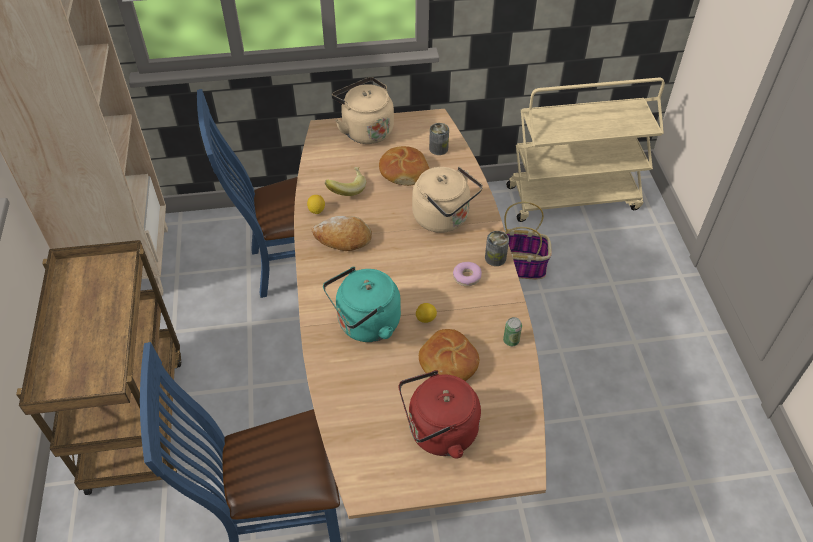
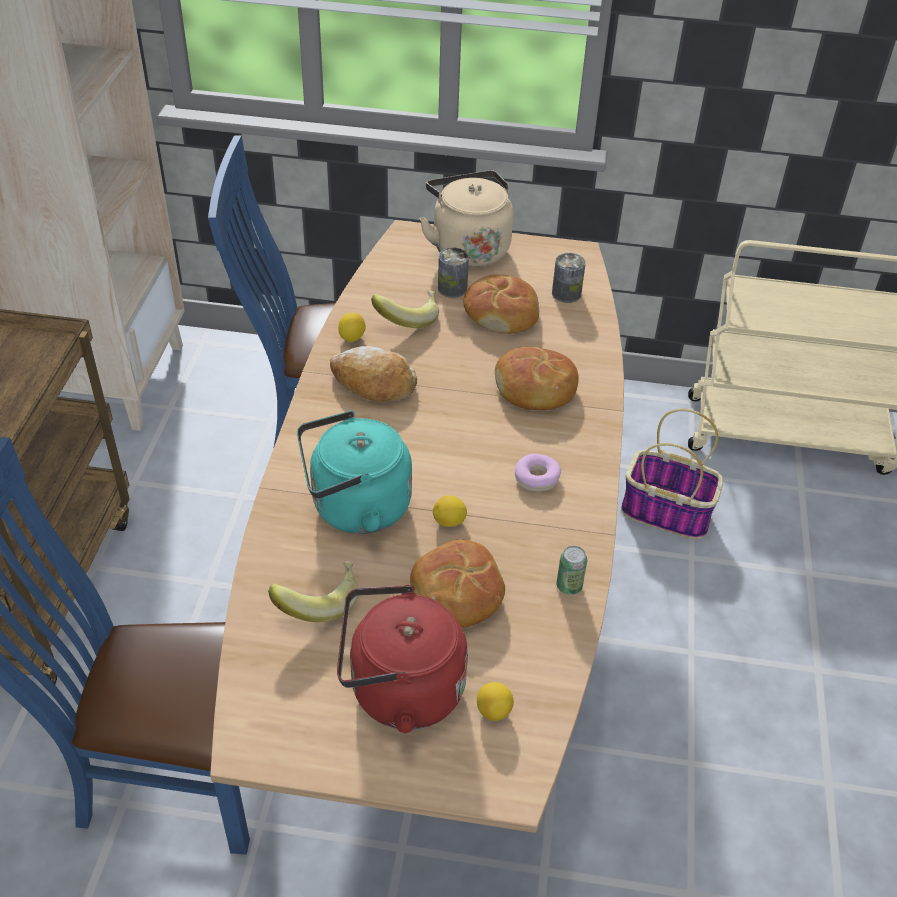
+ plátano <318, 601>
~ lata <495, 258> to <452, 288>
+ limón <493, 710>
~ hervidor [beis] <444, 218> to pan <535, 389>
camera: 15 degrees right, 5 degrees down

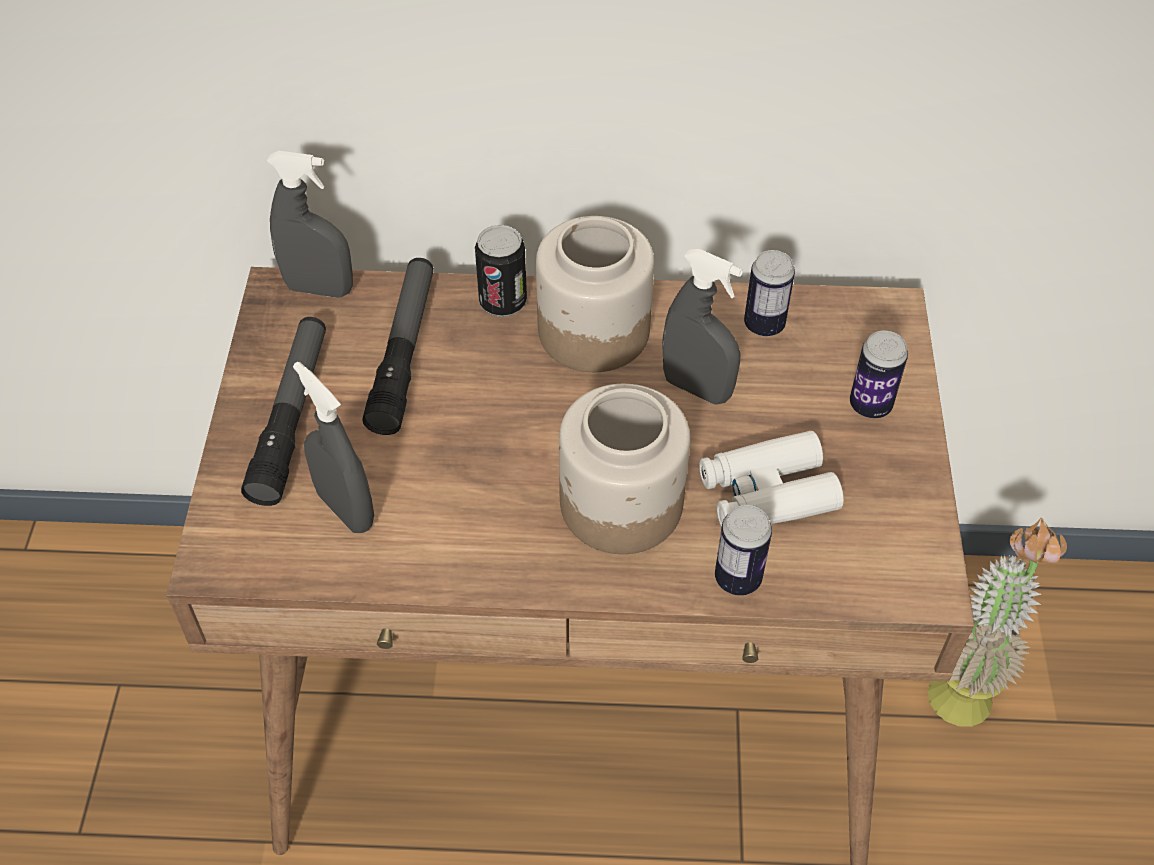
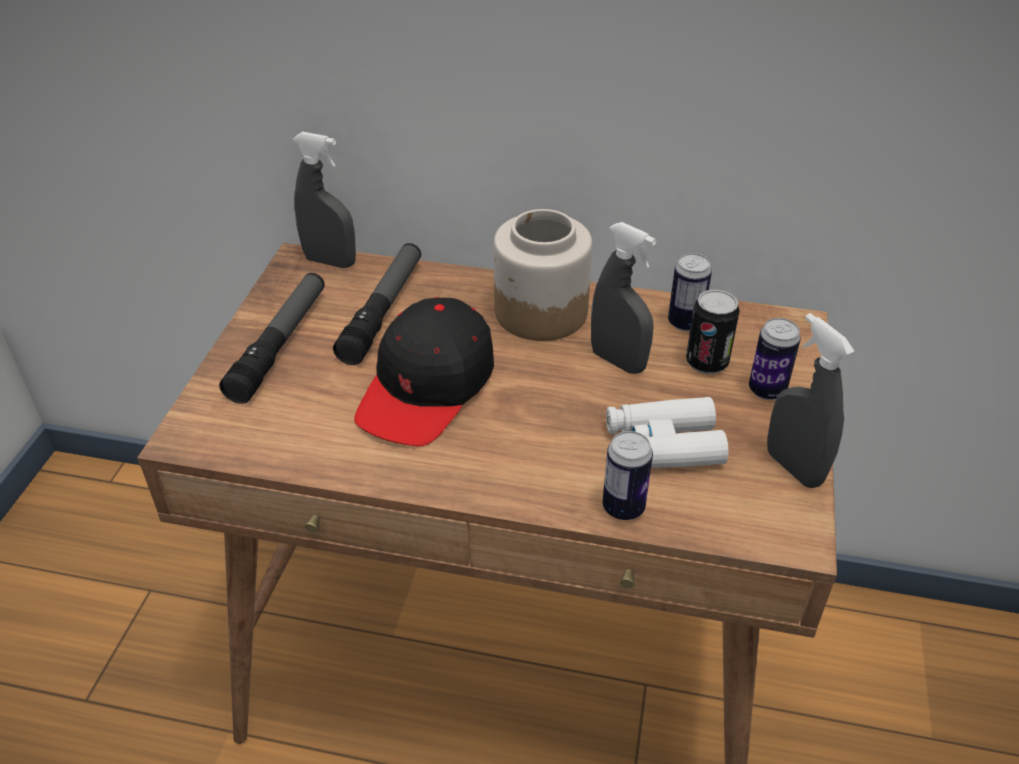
+ gorra [negro] <427, 387>
~ lata <503, 302> to <707, 362>
~ pulverizador [gris] <345, 509> to <793, 467>
- tarro <620, 505>
- planta en maceta <966, 684>
camera: 10 degrees right, 10 degrees down

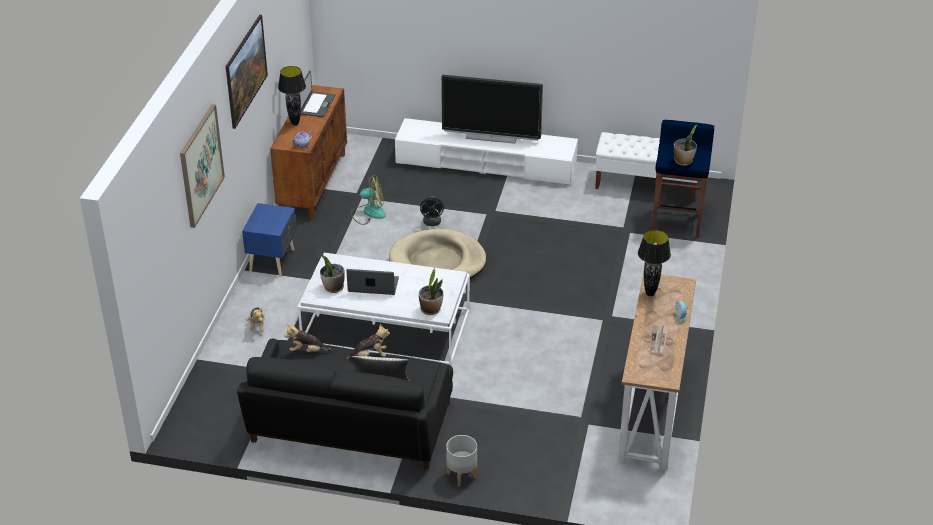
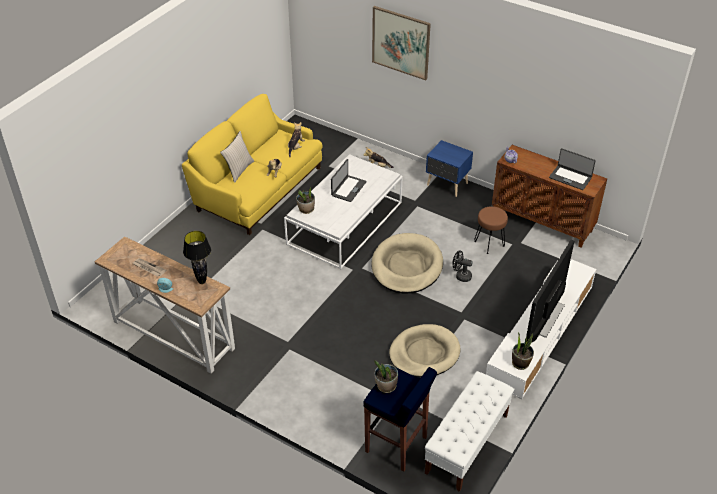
~ sofá [negro] <350, 424> to sofá [amarillo] <258, 187>
+ cama para perro [beis] <424, 353>
~ ventilador <368, 212> to taburete [marrón] <489, 243>
~ planta en maceta <333, 287> to <520, 363>
- cuadro <247, 86>
- lámpara de mesa [negro] <295, 123>
- maceta [gris] <461, 475>
camera: 110 degrees right, 5 degrees up

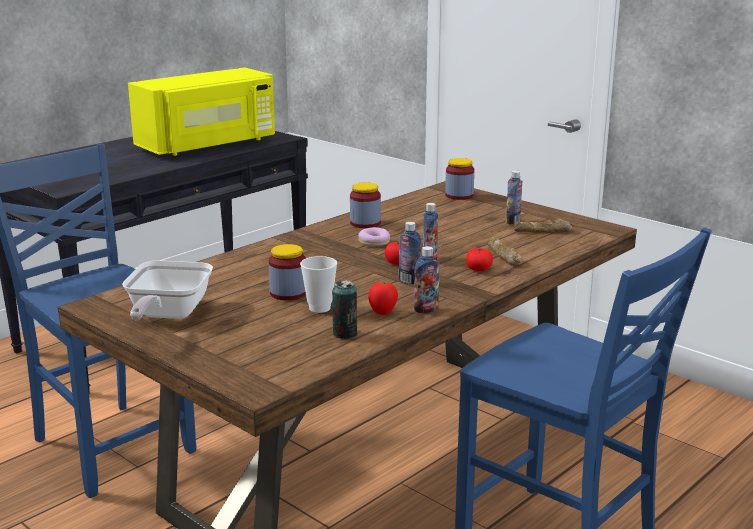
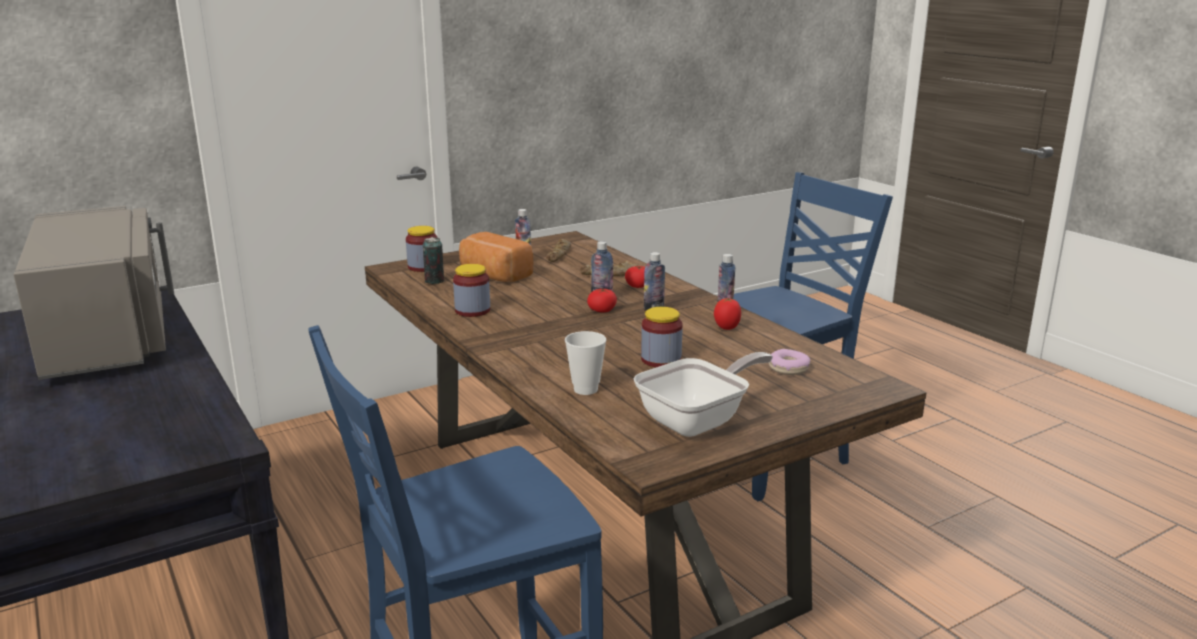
~ microondas [amarillo] <209, 145> to microondas [gris] <108, 337>
~ lata <344, 334> to <434, 281>
+ pan <493, 275>
~ taza <319, 308> to <585, 389>
~ sartén <167, 315> = <699, 420> 60 degrees counterclockwise
~ rosquilla <374, 242> to <789, 368>
camera: 75 degrees left, 0 degrees up

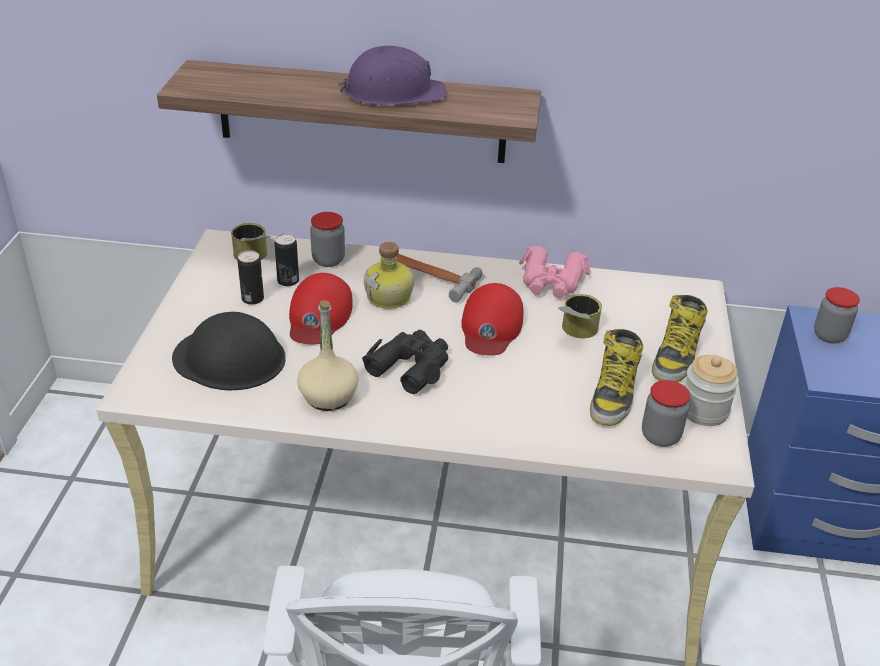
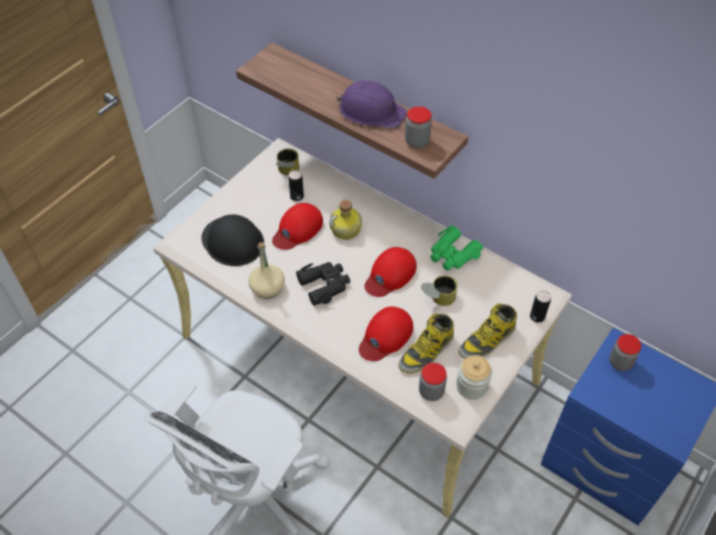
+ gorra [rojo] <385, 336>
~ tarro <328, 260> to <417, 141>
~ prismáticos [rosa] <551, 281> to prismáticos [verde] <453, 254>
~ lata <252, 299> to <537, 316>
- martillo <429, 276>
camera: 30 degrees right, 15 degrees up

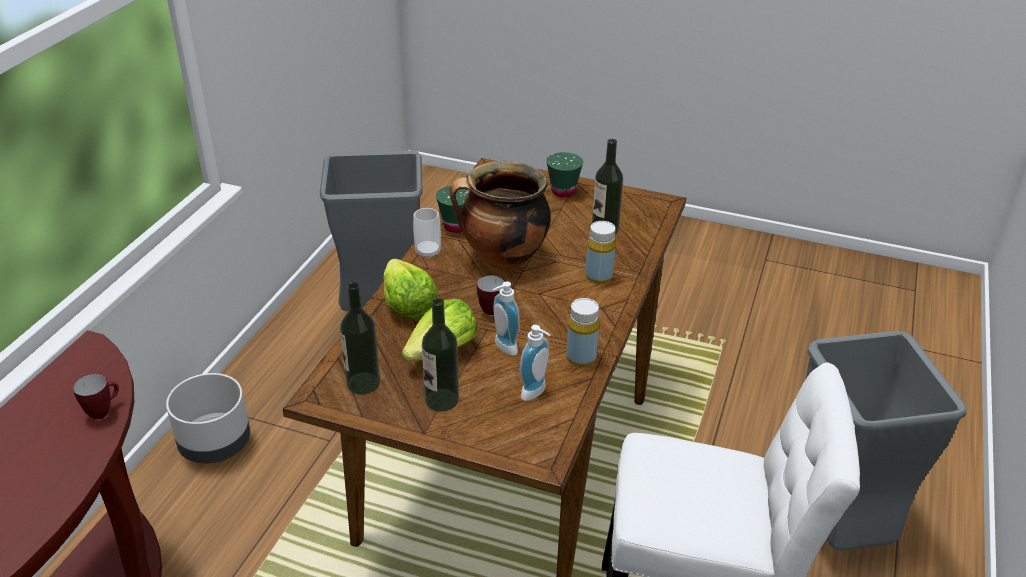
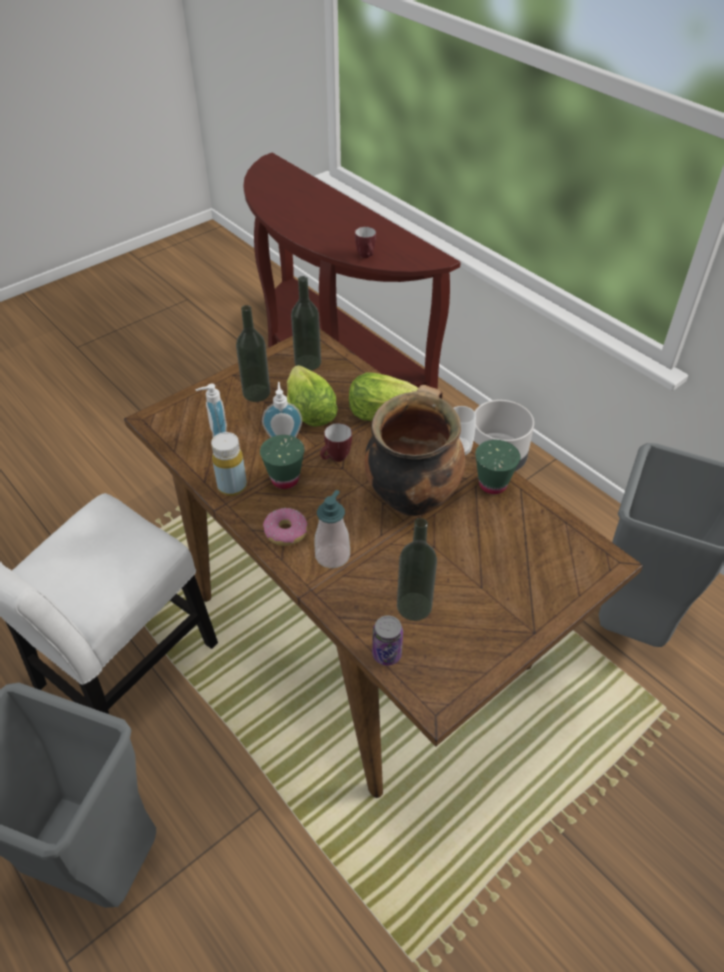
~ taza [verde] <563, 191> to <285, 479>
+ rosquilla <285, 532>
~ botella [amarillo] <599, 276> to dispensador de jabón <332, 555>
+ lata <386, 654>
camera: 120 degrees right, 10 degrees up

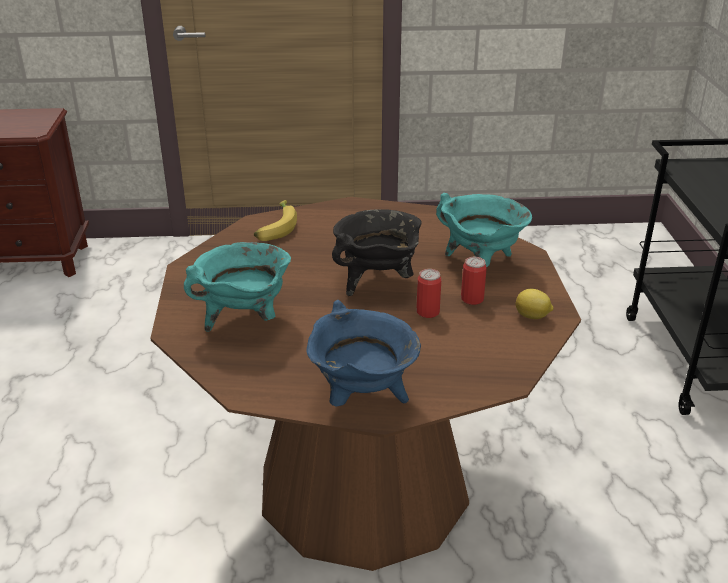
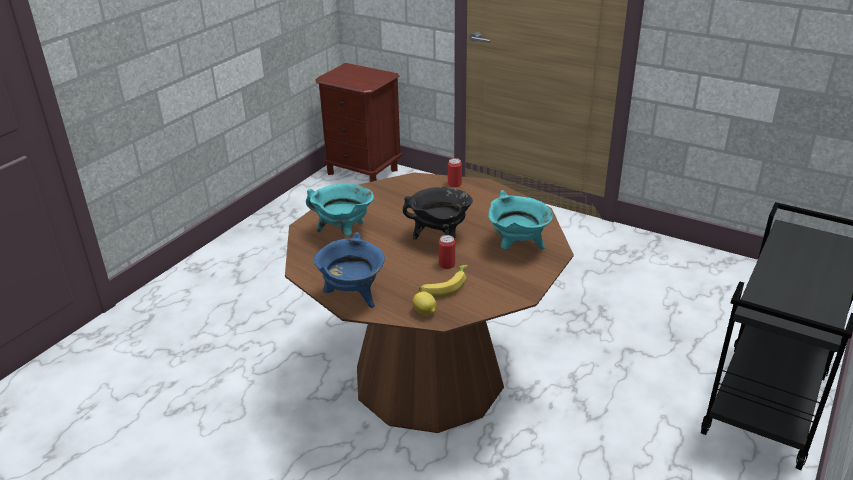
~ limón <532, 316> to <425, 313>
~ plátano <275, 228> to <444, 286>
~ lata <472, 299> to <454, 184>
camera: 35 degrees right, 0 degrees up

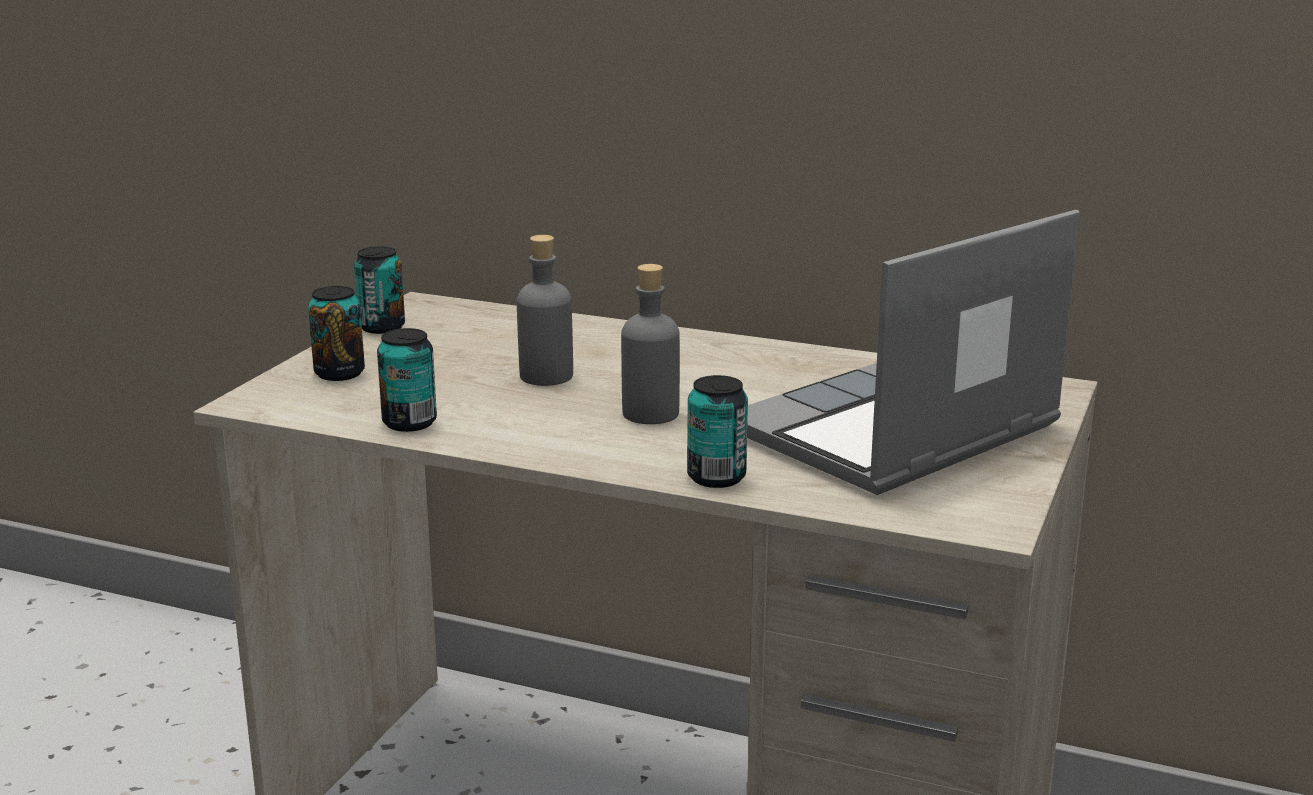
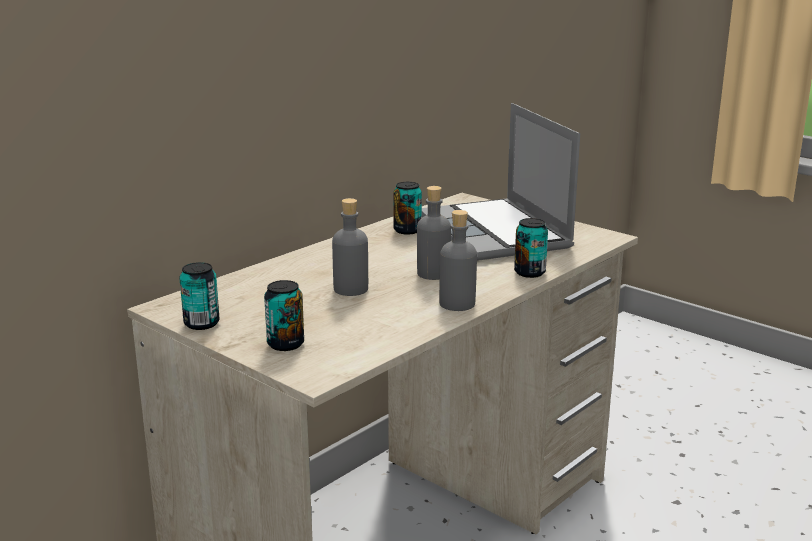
~ lata <409, 423> to <407, 230>
+ botella [gris] <457, 304>
camera: 70 degrees left, 0 degrees up

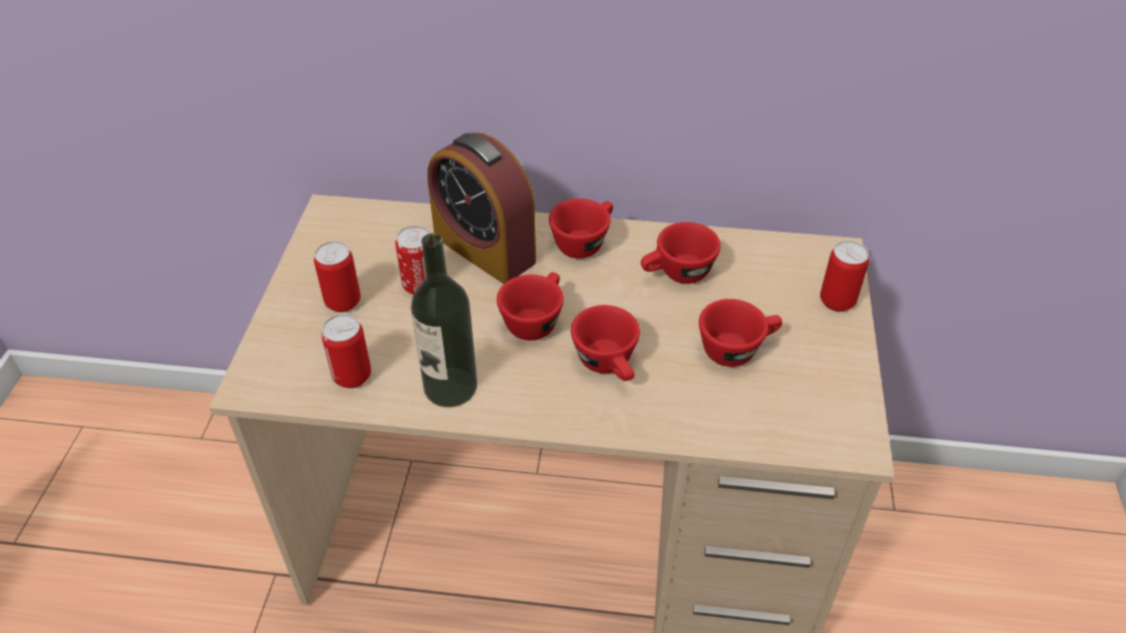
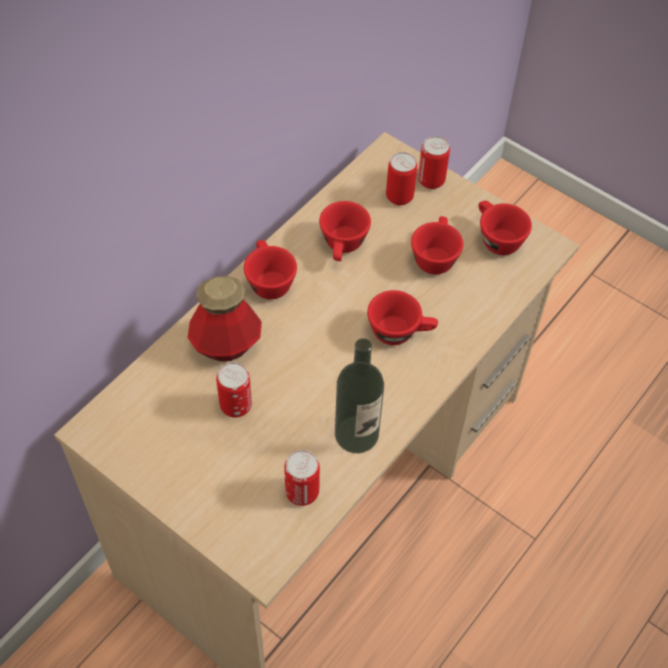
~ despertador <484, 249> to botella <226, 345>
~ lata <343, 302> to <399, 197>
~ taza [rojo] <535, 319> to <496, 238>
camera: 60 degrees left, 10 degrees up

